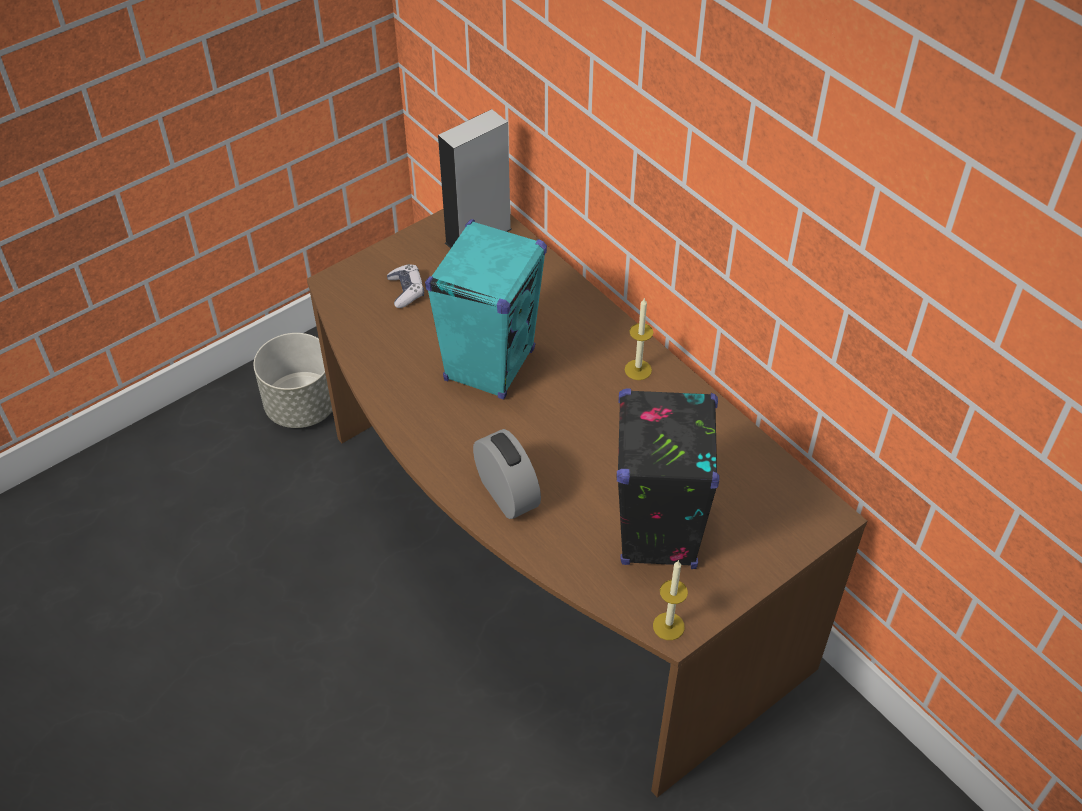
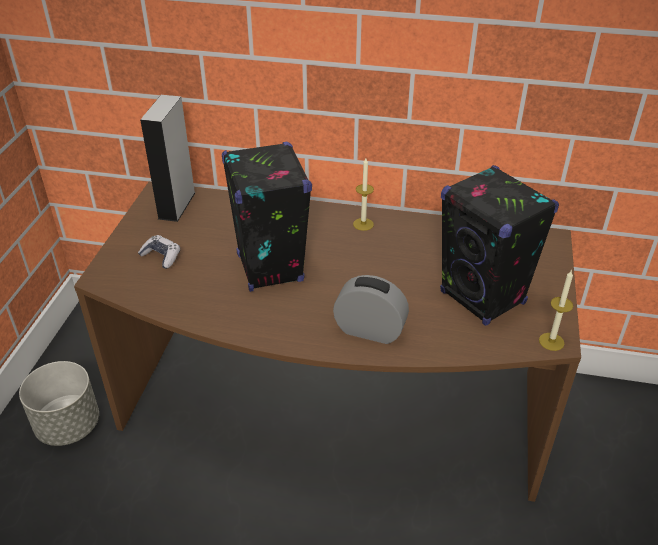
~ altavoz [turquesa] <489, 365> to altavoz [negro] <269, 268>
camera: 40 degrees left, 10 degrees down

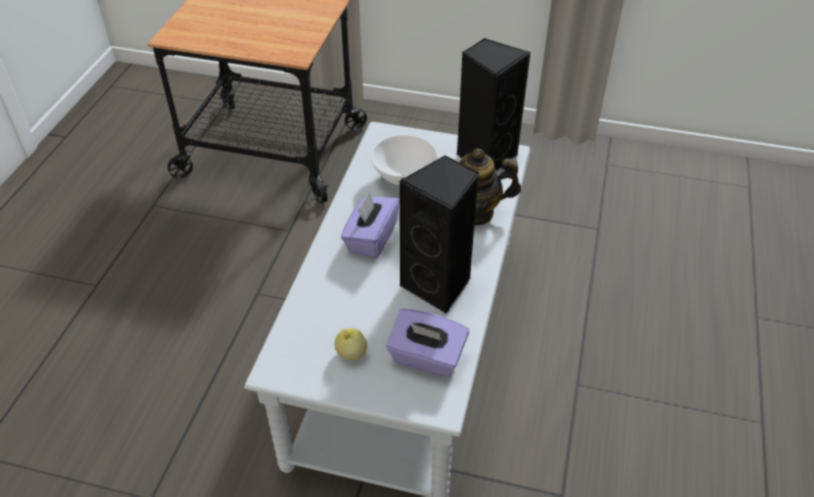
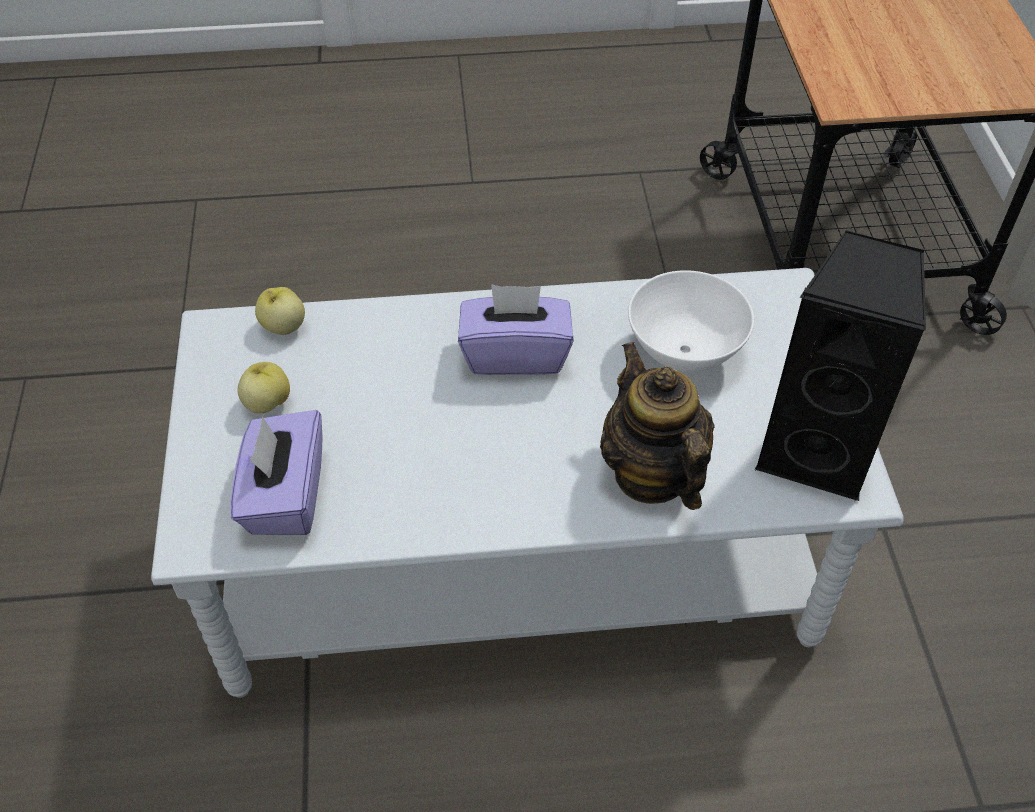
+ manzana <283, 327>
- altavoz [negro] <439, 285>
camera: 70 degrees right, 5 degrees up

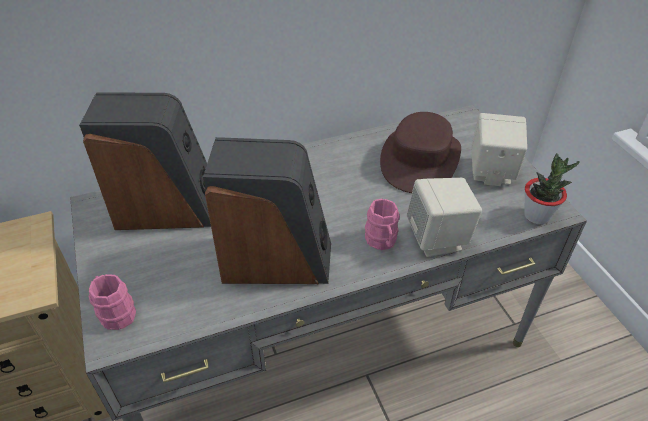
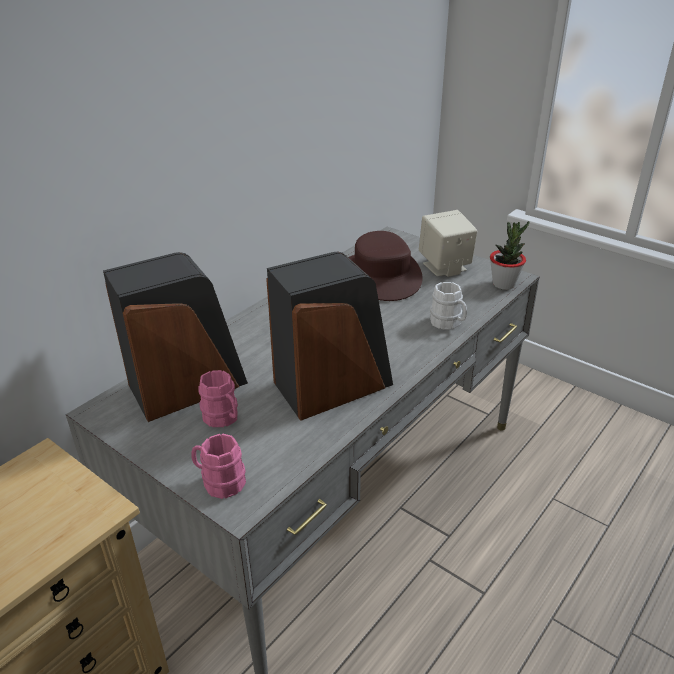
~ taza grande [rosa] <382, 242> to <223, 419>
~ altavoz [beis] <438, 239> to taza grande [blanco] <448, 323>
camera: 30 degrees left, 10 degrees down

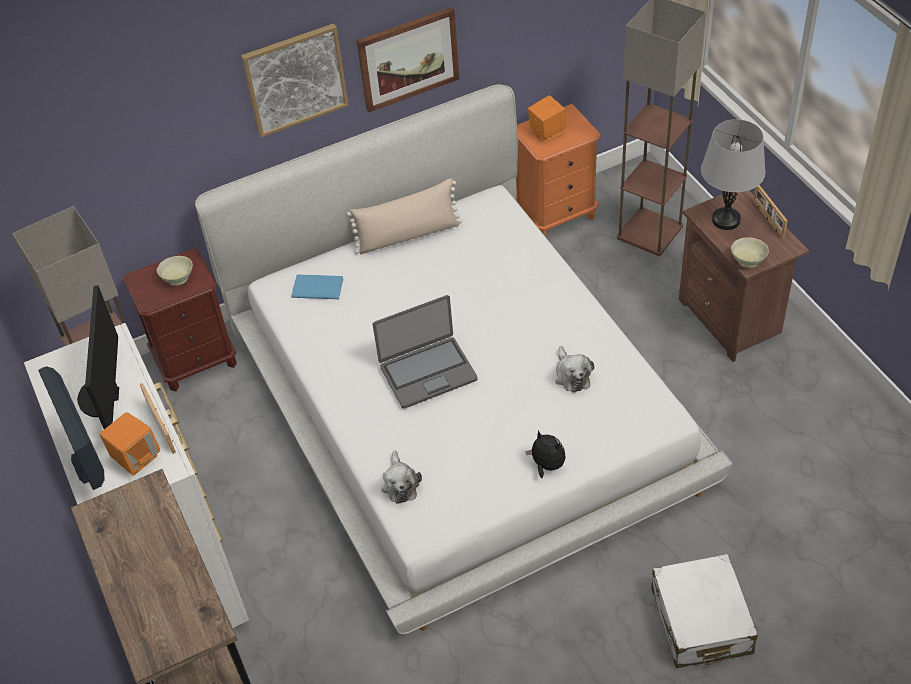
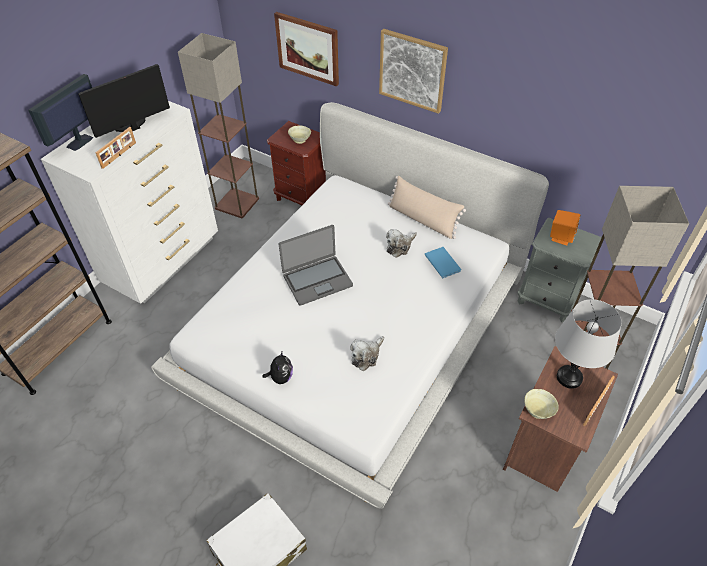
~ cuadro <408, 58> to <308, 48>
~ portátil <427, 372> = <317, 280> 60 degrees counterclockwise
~ peluche <400, 484> to <400, 247>
~ libro [azul] <316, 287> to <443, 262>
~ mesita de noche [naranja] <556, 215> to mesita de noche [gris] <547, 300>
- altavoz [naranja] <136, 458>
camera: 55 degrees right, 0 degrees up

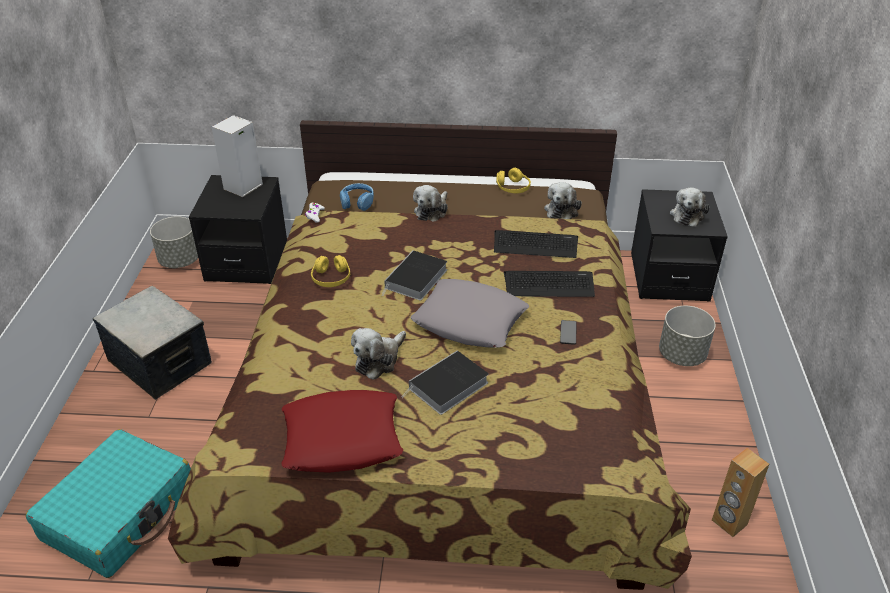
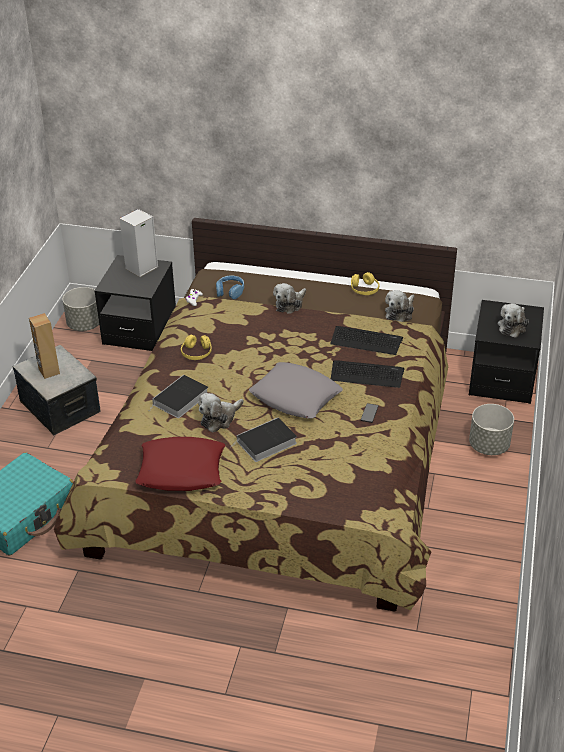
~ altavoz [marrón] <729, 522> to <48, 371>
~ libro <416, 280> to <180, 400>
camera: 10 degrees right, 0 degrees up

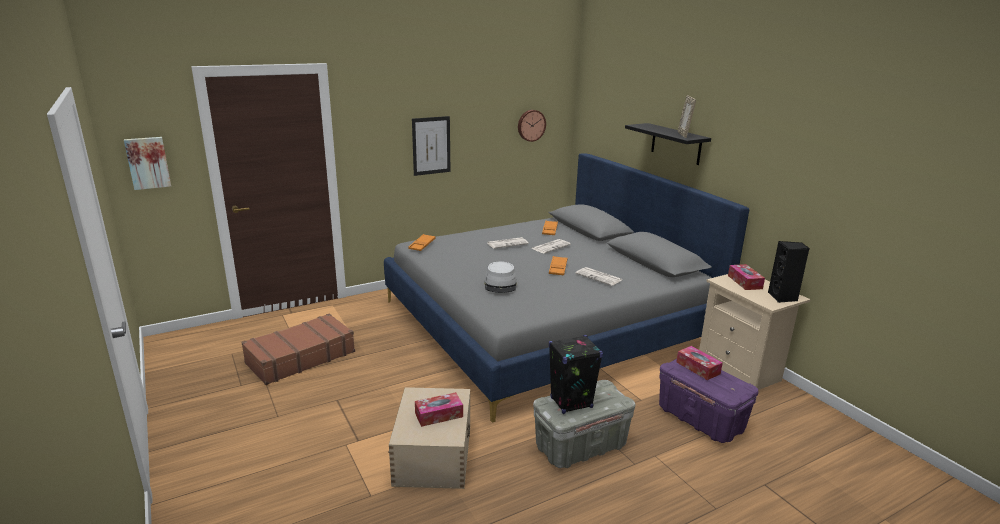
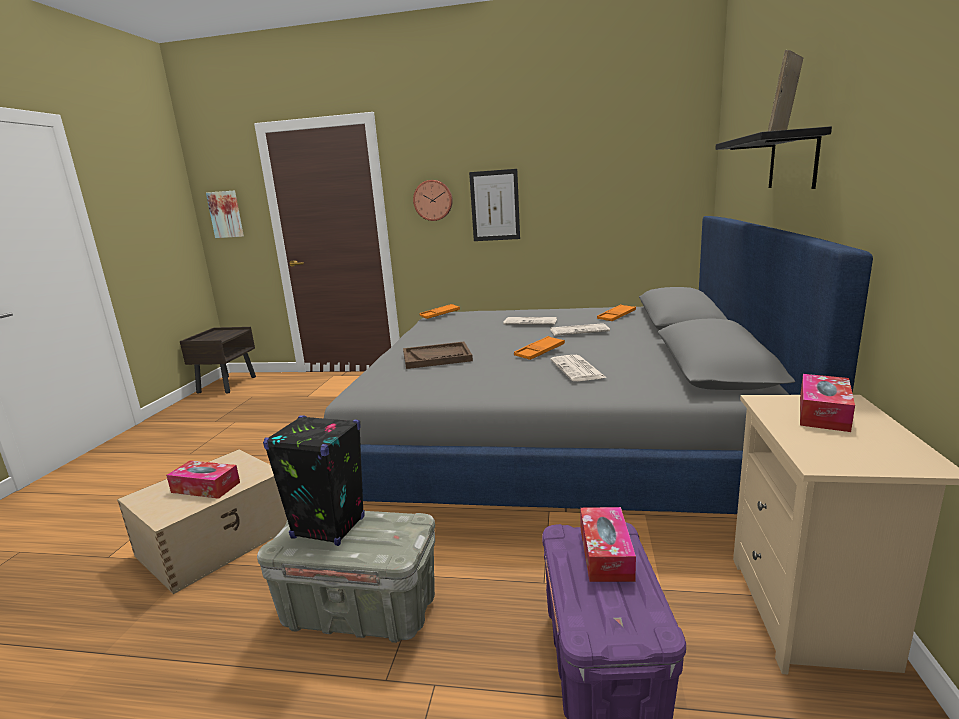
+ mesita de noche [marrón] <227, 384>
~ sombrero [gris] <500, 284> to bandeja [marrón] <437, 357>
~ reloj de pared <531, 125> to <433, 200>
- maleta [marrón] <300, 357>
- altavoz [negro] <783, 297>
camera: 40 degrees right, 5 degrees down

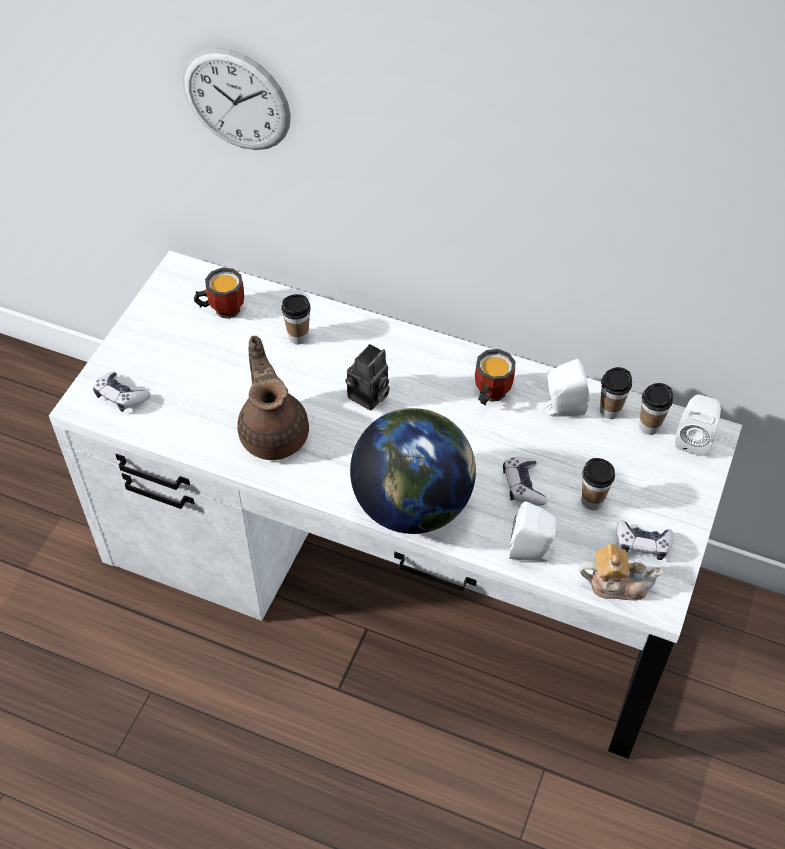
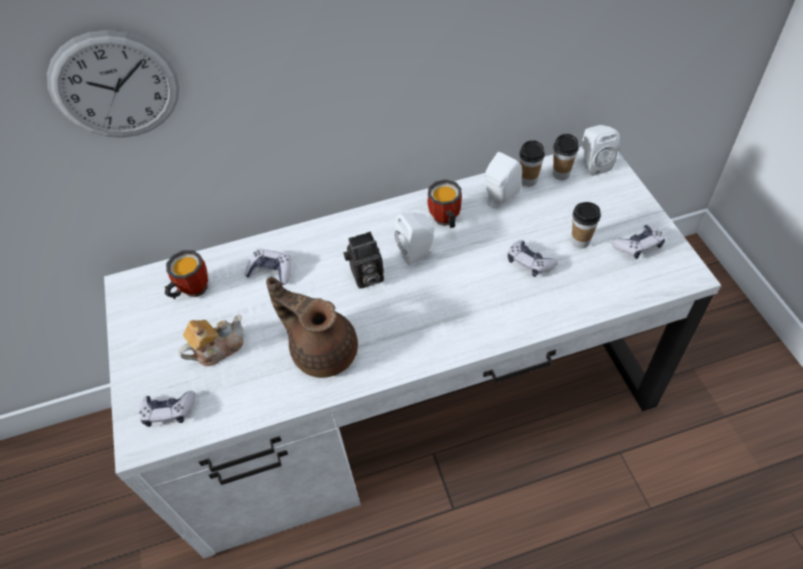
~ tetera <616, 583> to <217, 348>
~ taza <298, 337> to mando de consola <271, 271>
~ cámara <368, 397> = <366, 277> 75 degrees clockwise
~ altavoz [blanco] <532, 551> to <418, 252>
- globo terráqueo <412, 504>
camera: 35 degrees left, 0 degrees up

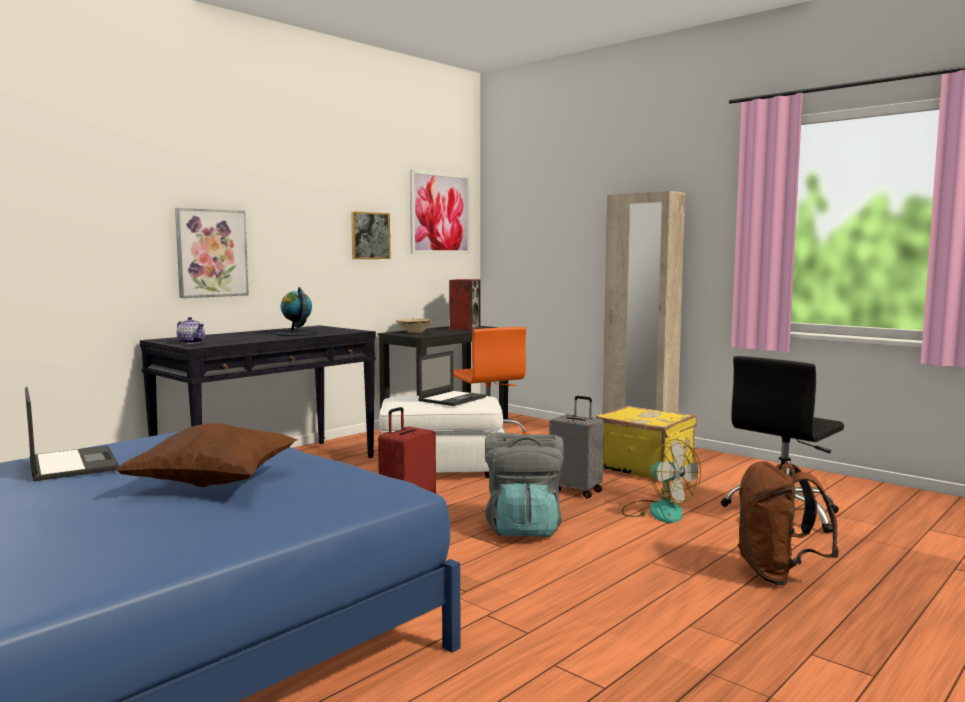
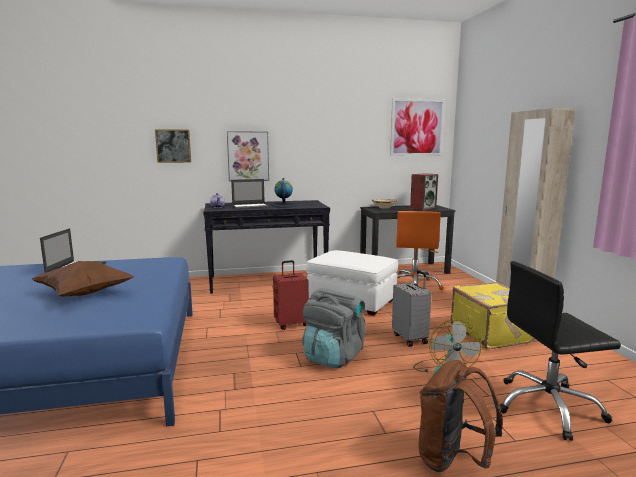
~ cuadro <370, 235> to <173, 146>
~ portátil <452, 399> to <251, 207>
camera: 35 degrees right, 5 degrees up

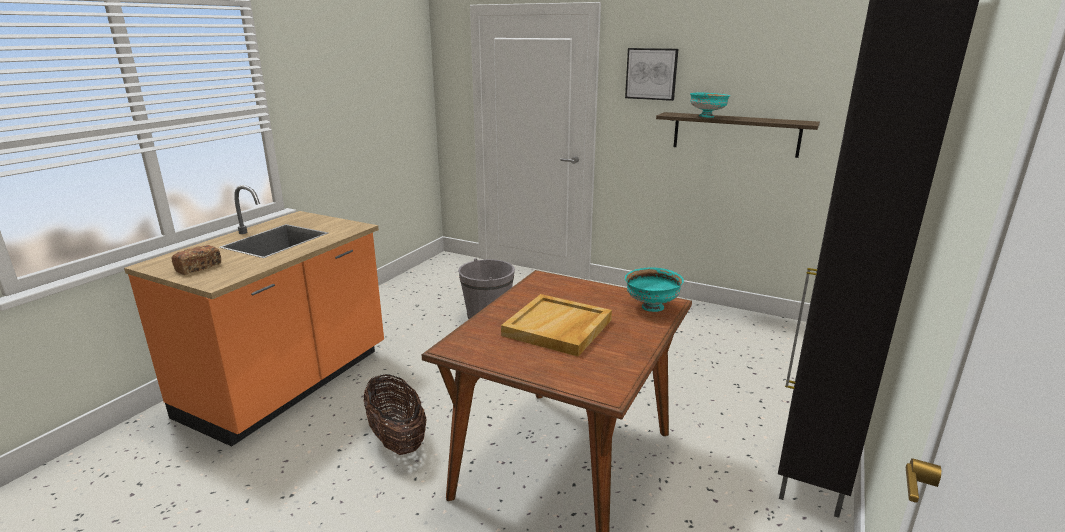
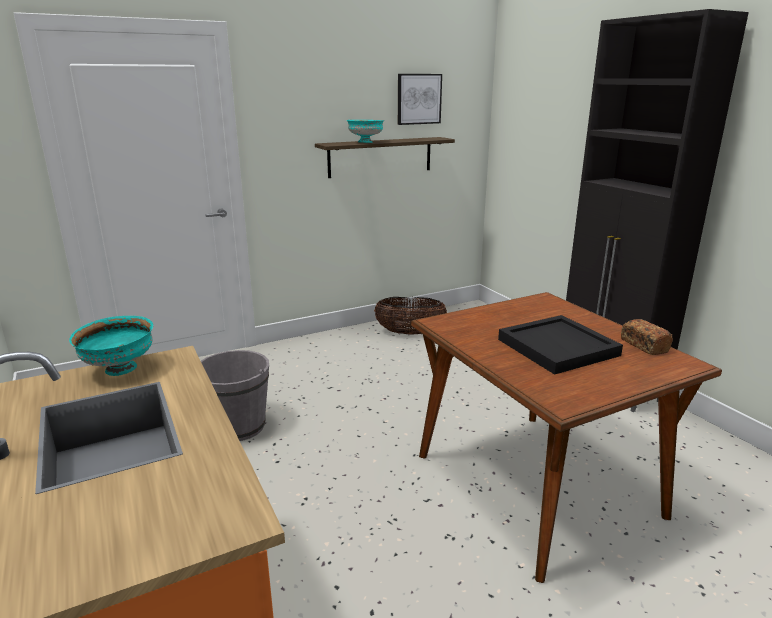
~ cuenco [turquesa] <651, 307> to <120, 369>
~ cesta <397, 439> to <410, 333>
~ cuadro <651, 74> to <418, 99>
~ bandeja [beis] <558, 328> to bandeja [negro] <559, 347>
~ pan <198, 267> to <644, 345>
camera: 55 degrees left, 0 degrees up

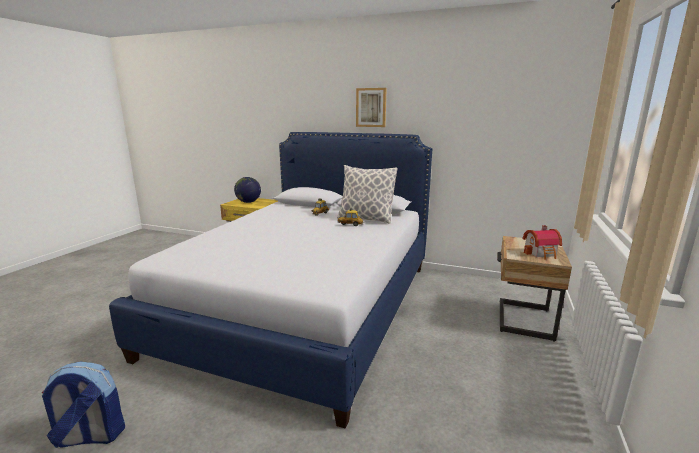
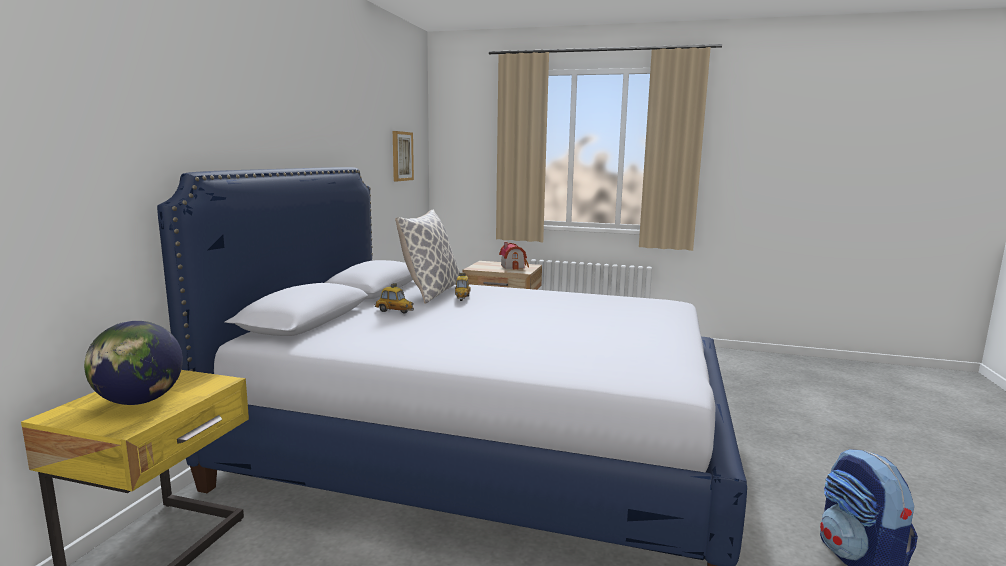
~ cuadro <371, 107> to <401, 156>
camera: 95 degrees left, 5 degrees down

